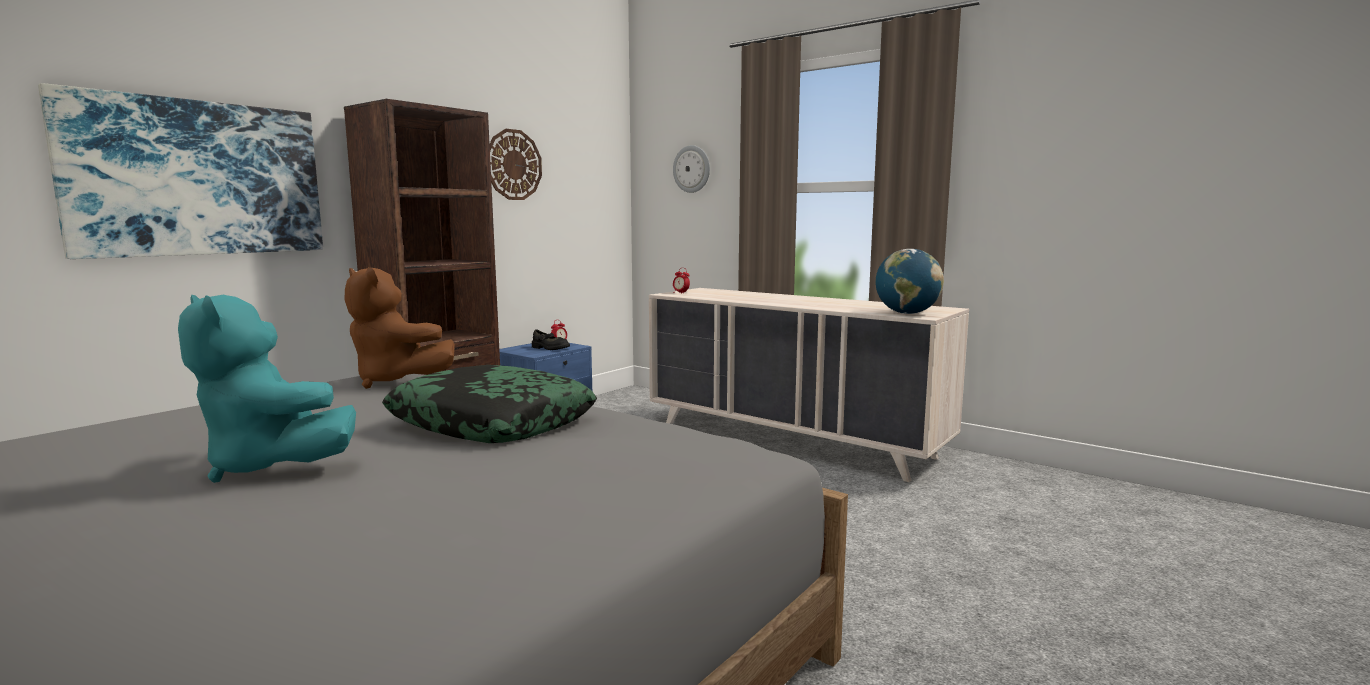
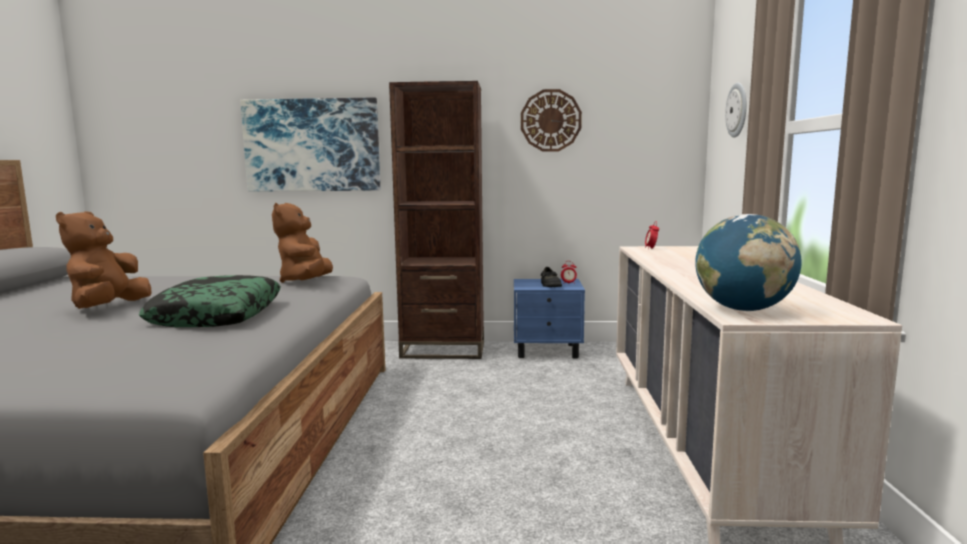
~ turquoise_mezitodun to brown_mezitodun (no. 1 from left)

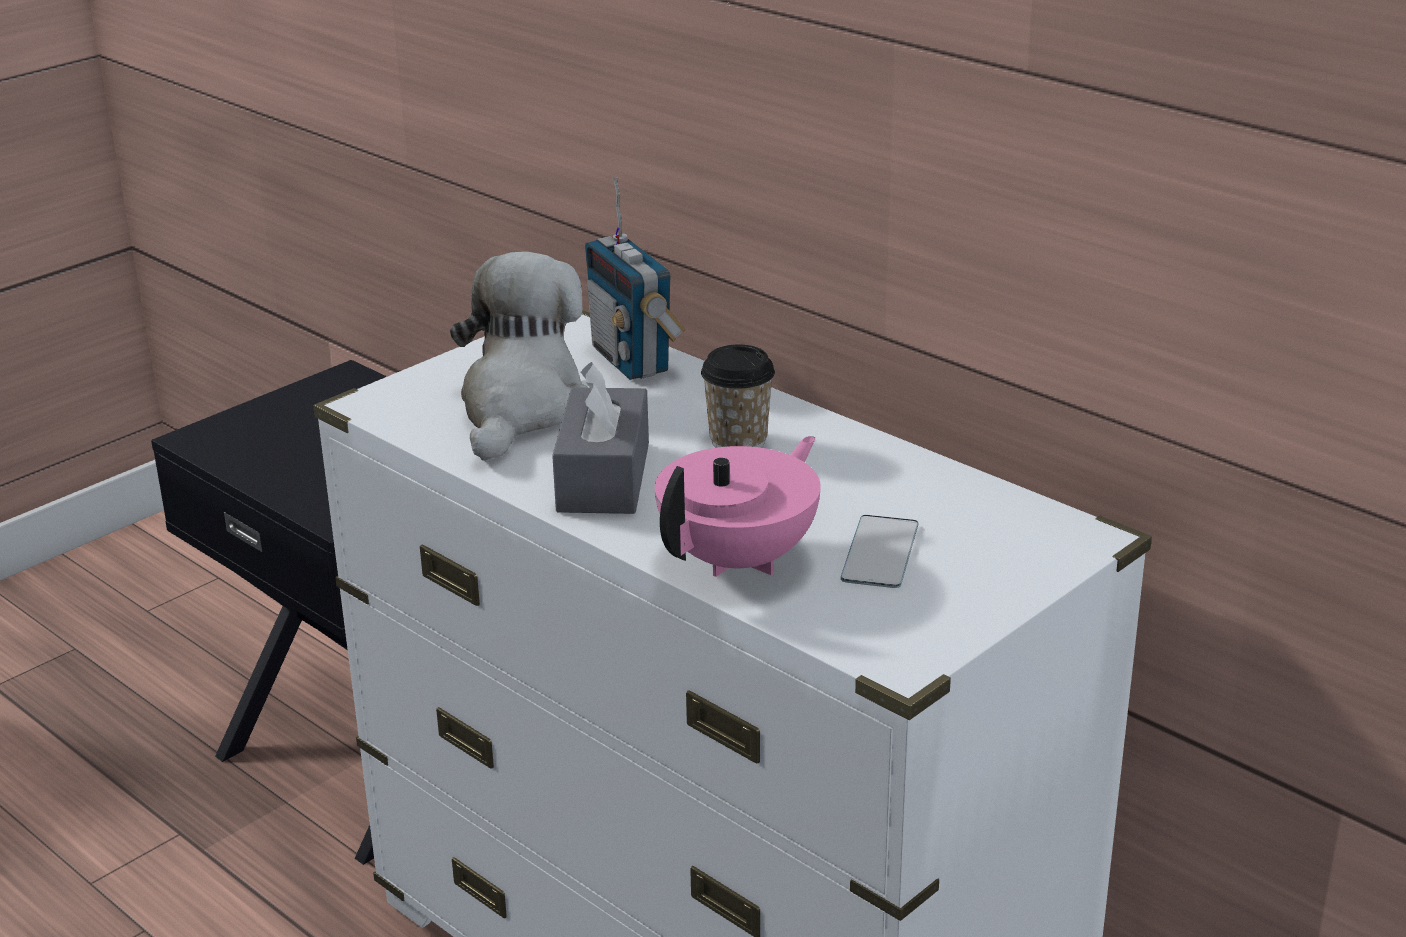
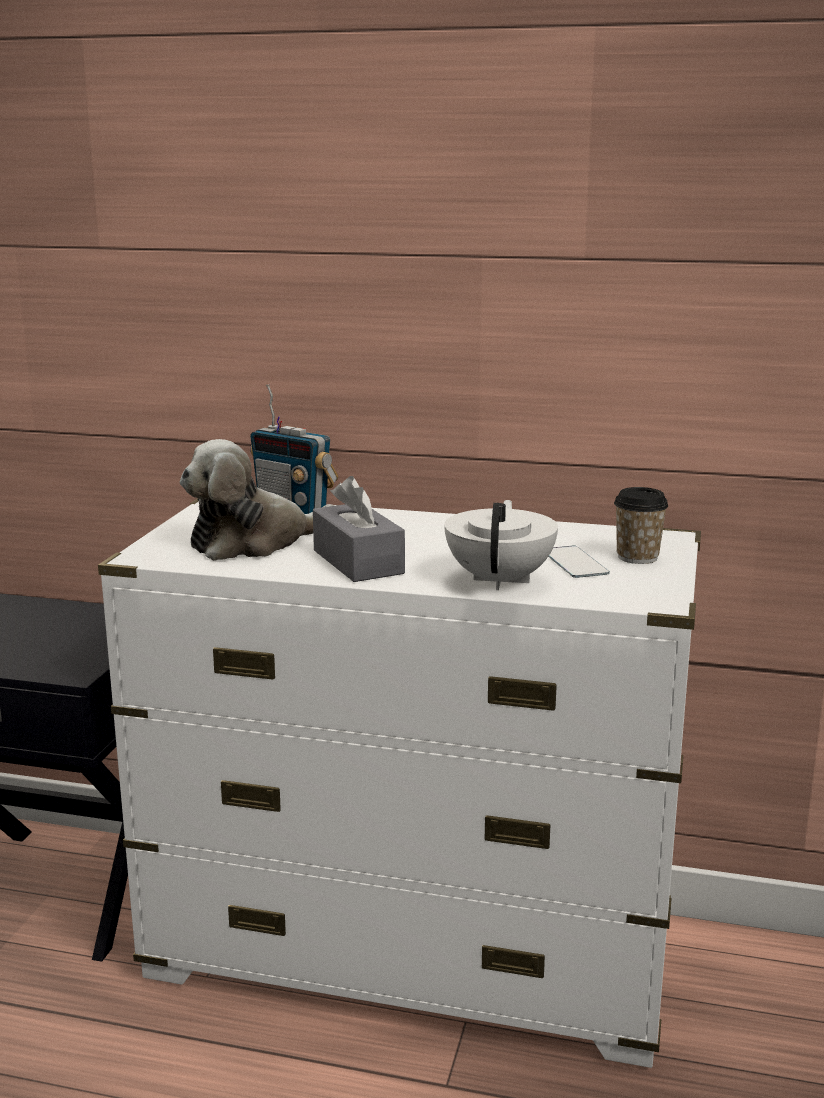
~ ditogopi
~ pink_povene to white_povene
~ mezitodun 105 degrees counterclockwise

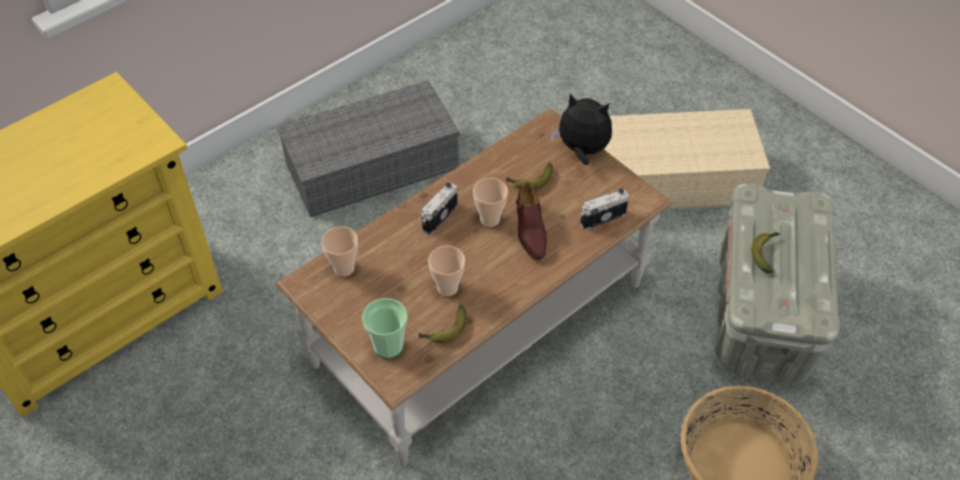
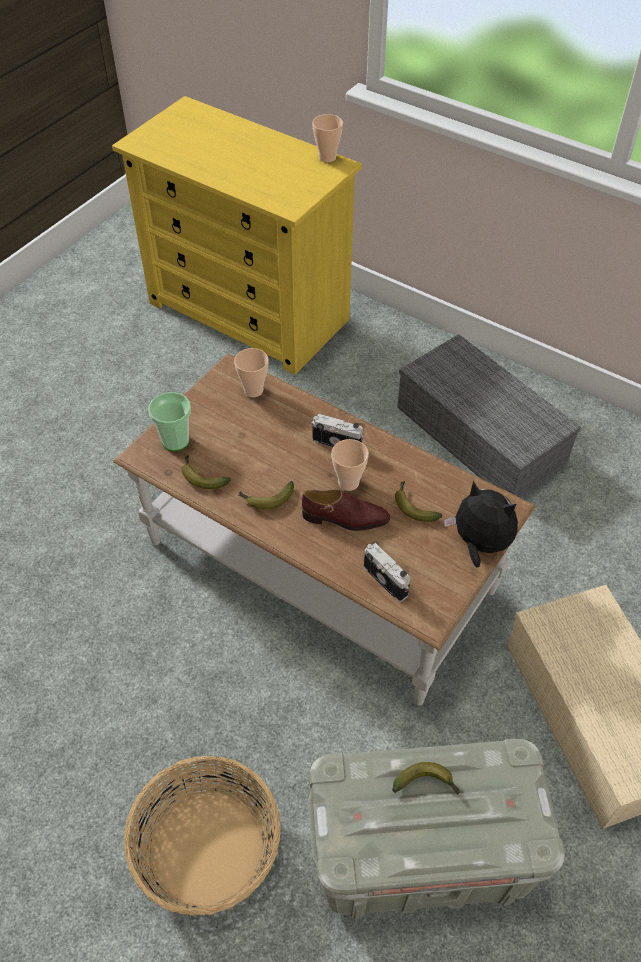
+ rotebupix (no. 2 from left)
~ ditogopi (no. 3 from left)
~ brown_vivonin 150 degrees counterclockwise
~ mezitodun 60 degrees counterclockwise

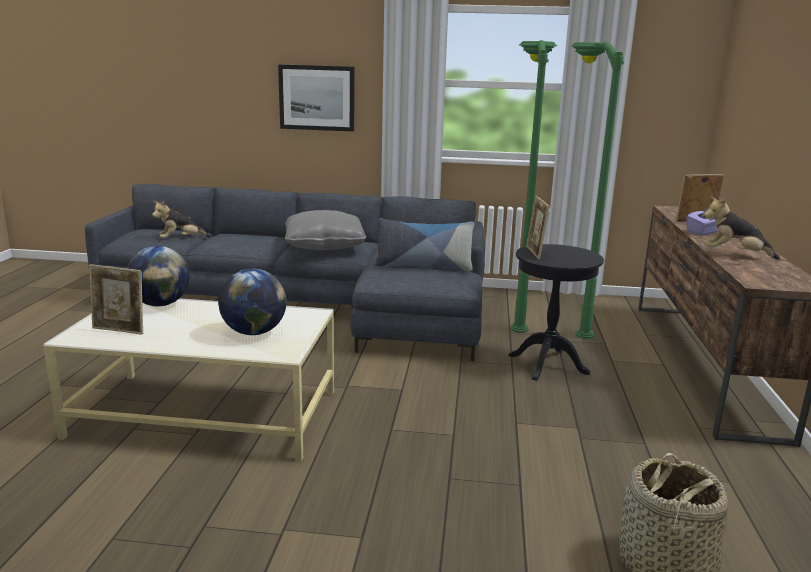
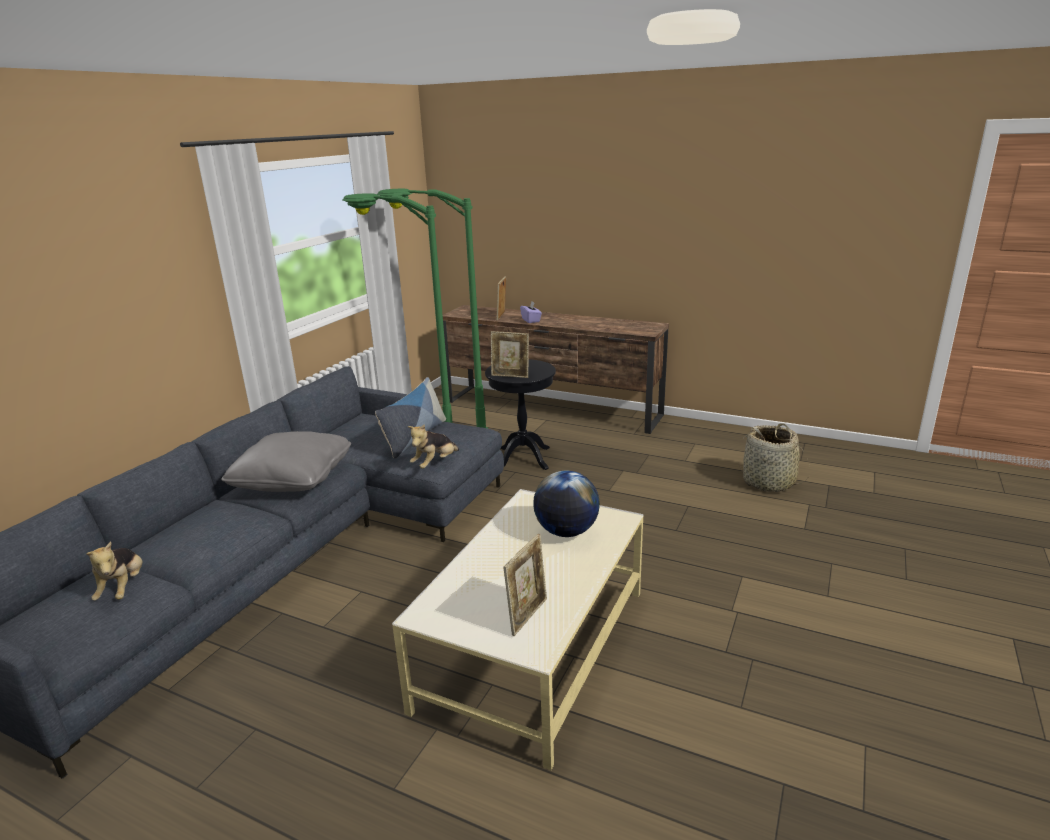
- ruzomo (no. 1 from left)
- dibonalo
~ mezitodun (no. 2 from left)

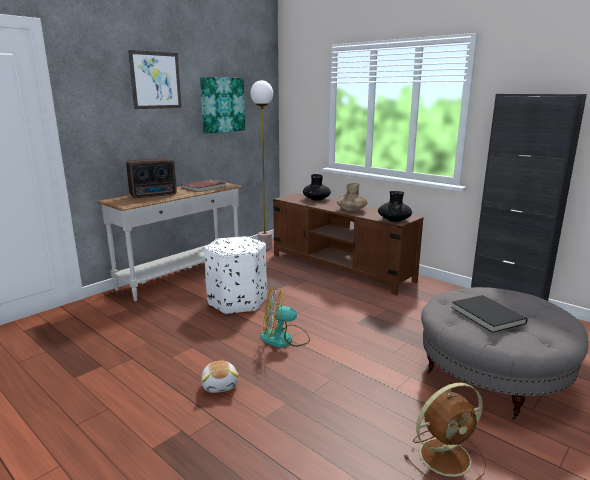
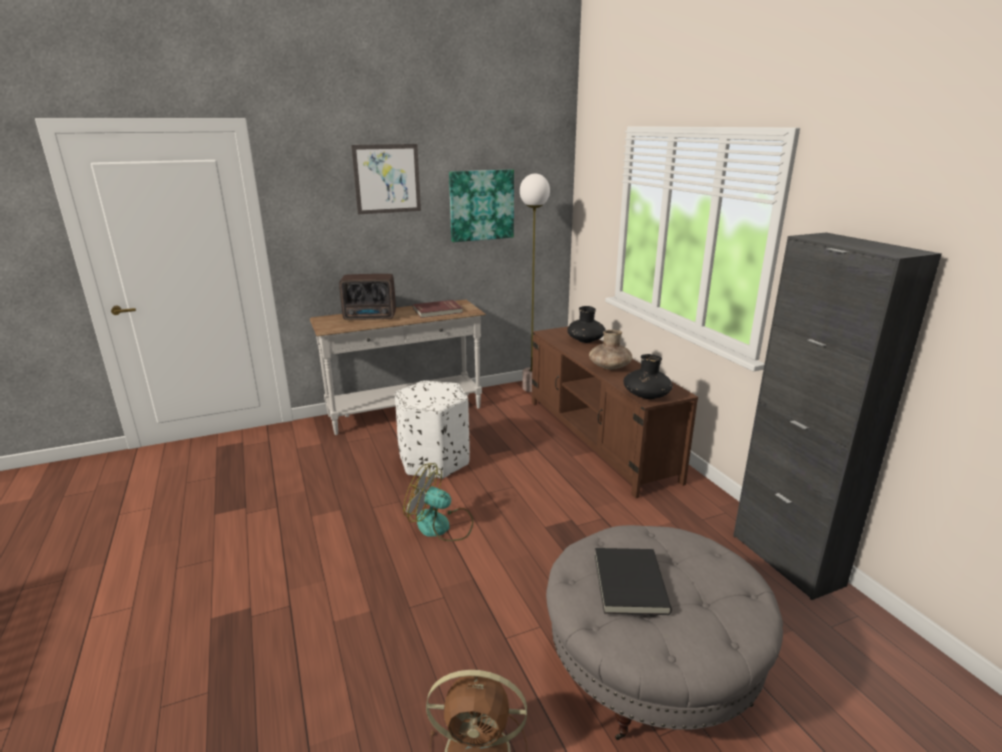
- mezitodun

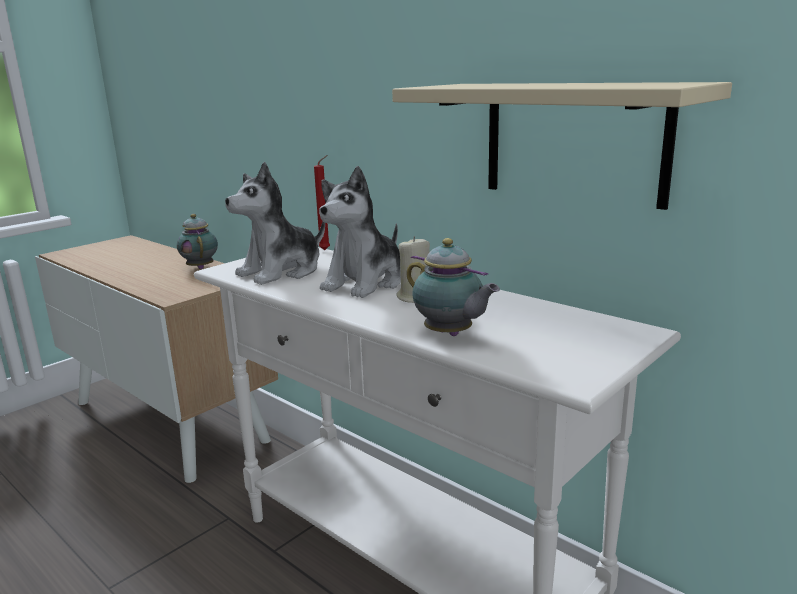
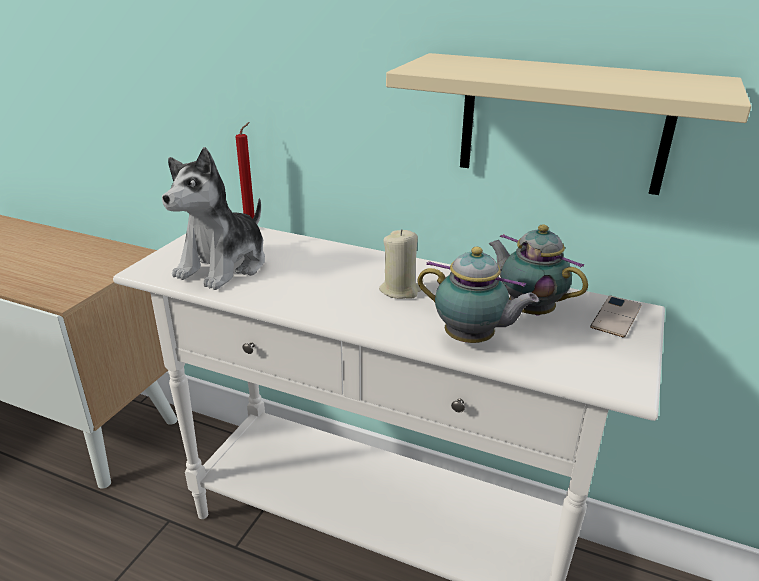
- mezitodun (no. 2 from left)
+ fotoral
~ povene (no. 1 from left in the first image) to povene (no. 2 from left)

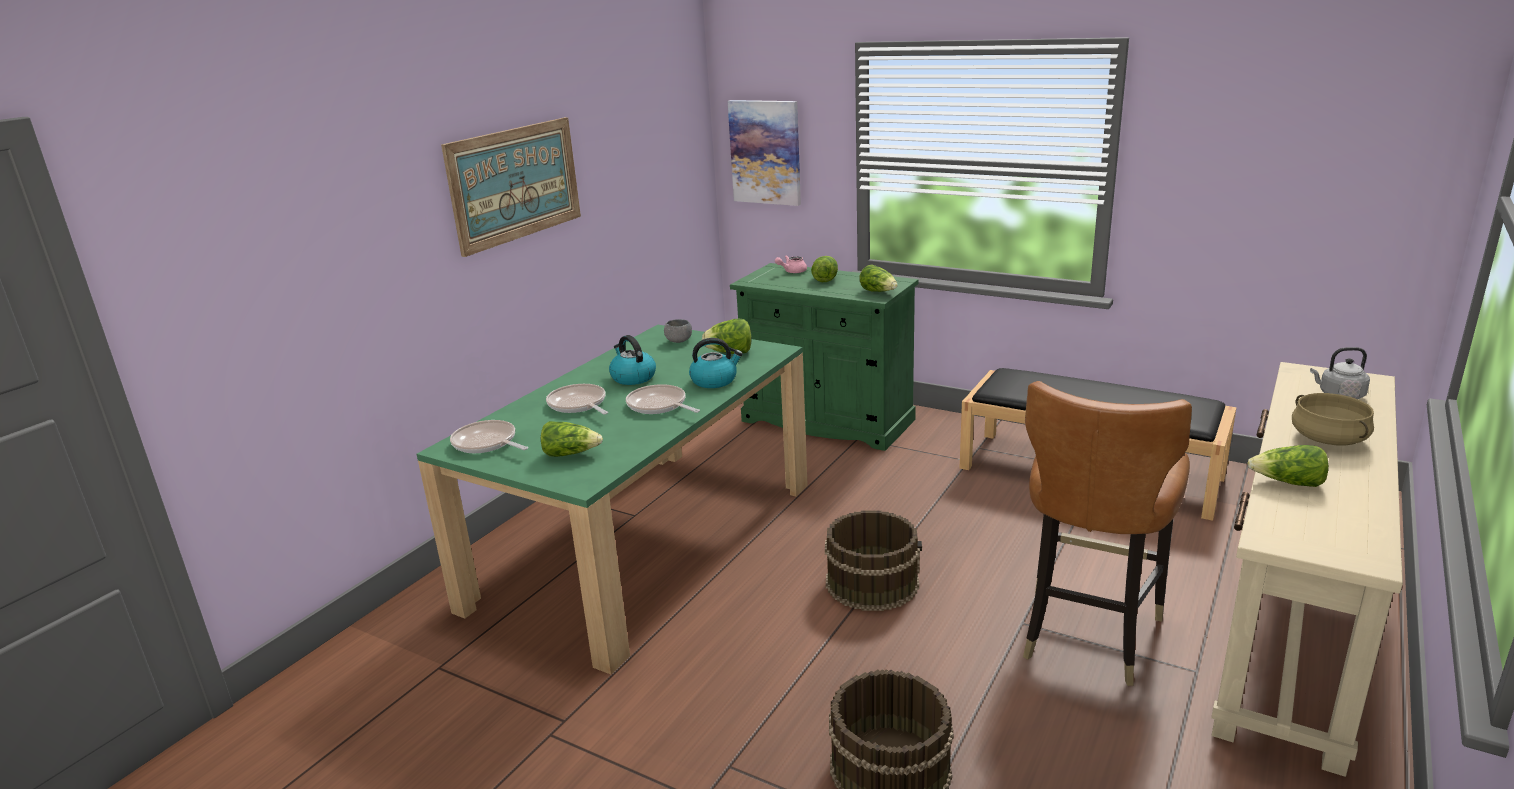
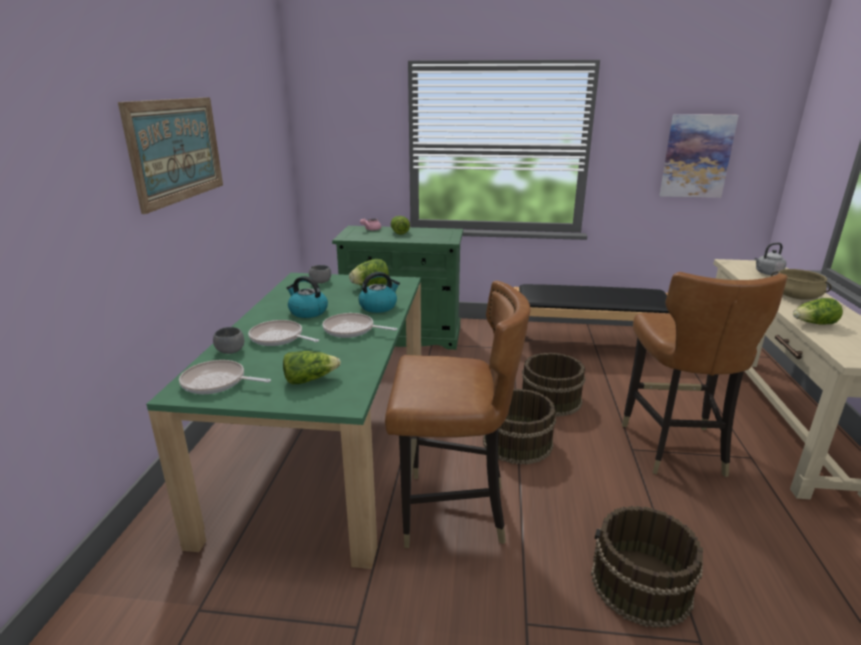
- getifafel (no. 4 from left)
+ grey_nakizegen (no. 1 from left)
+ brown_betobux (no. 1 from left)
+ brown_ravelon (no. 2 from left)
~ dibonalo (no. 2 from left)

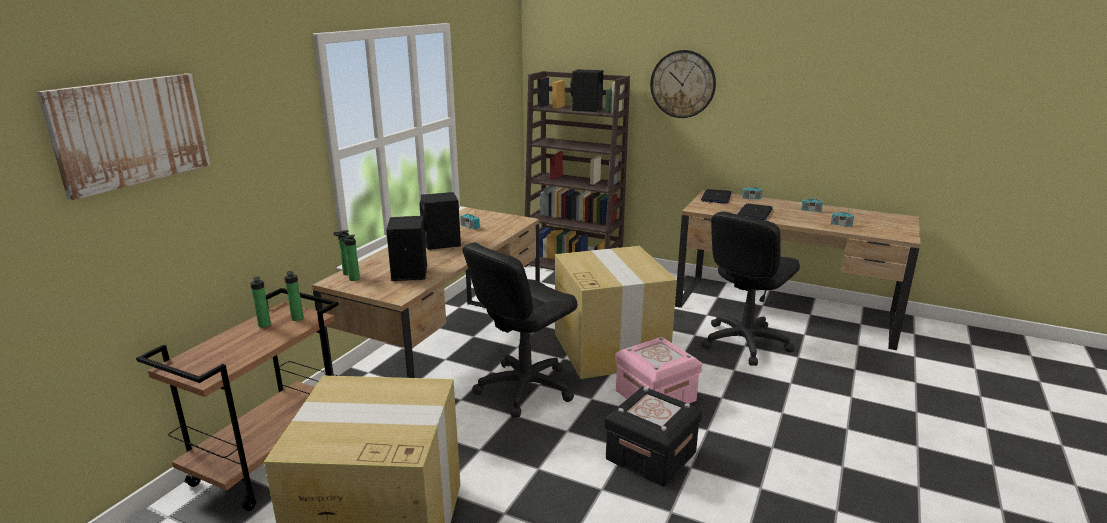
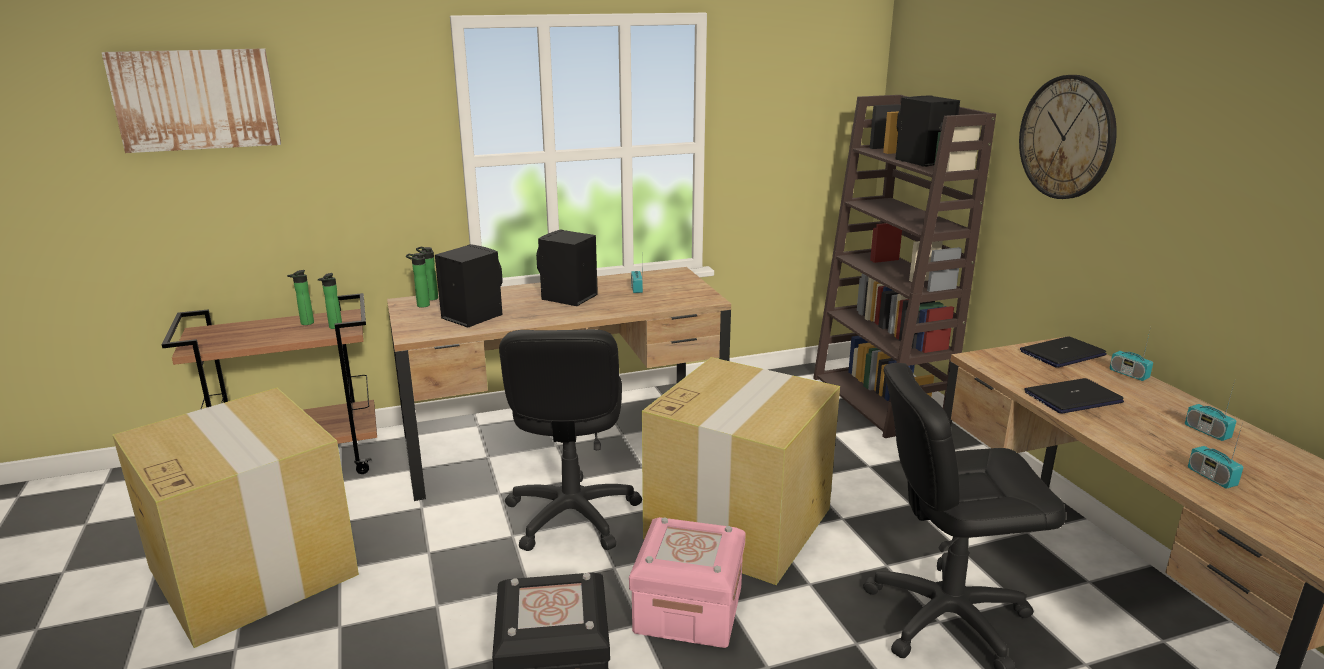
~ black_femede (no. 1 from left) 90 degrees counterclockwise

